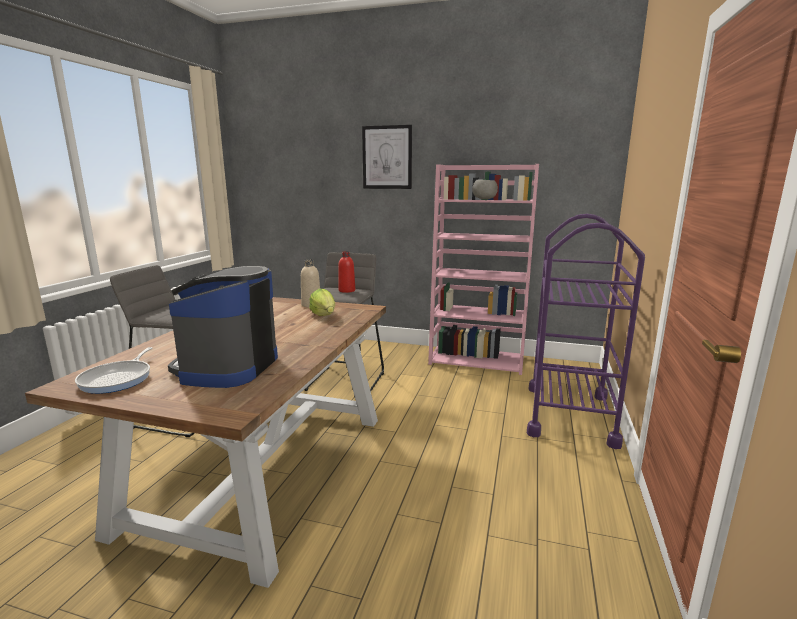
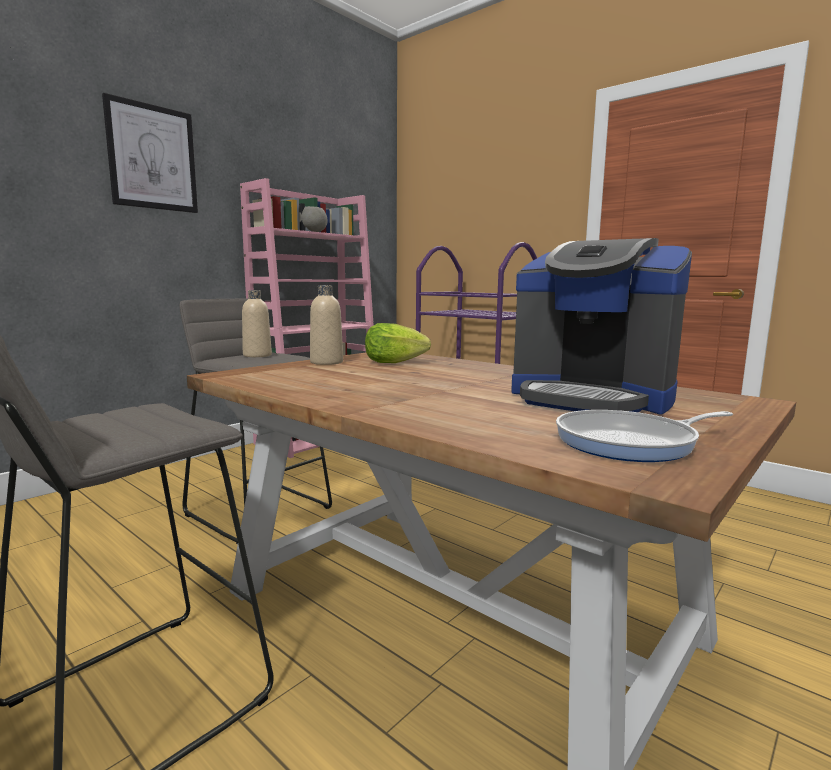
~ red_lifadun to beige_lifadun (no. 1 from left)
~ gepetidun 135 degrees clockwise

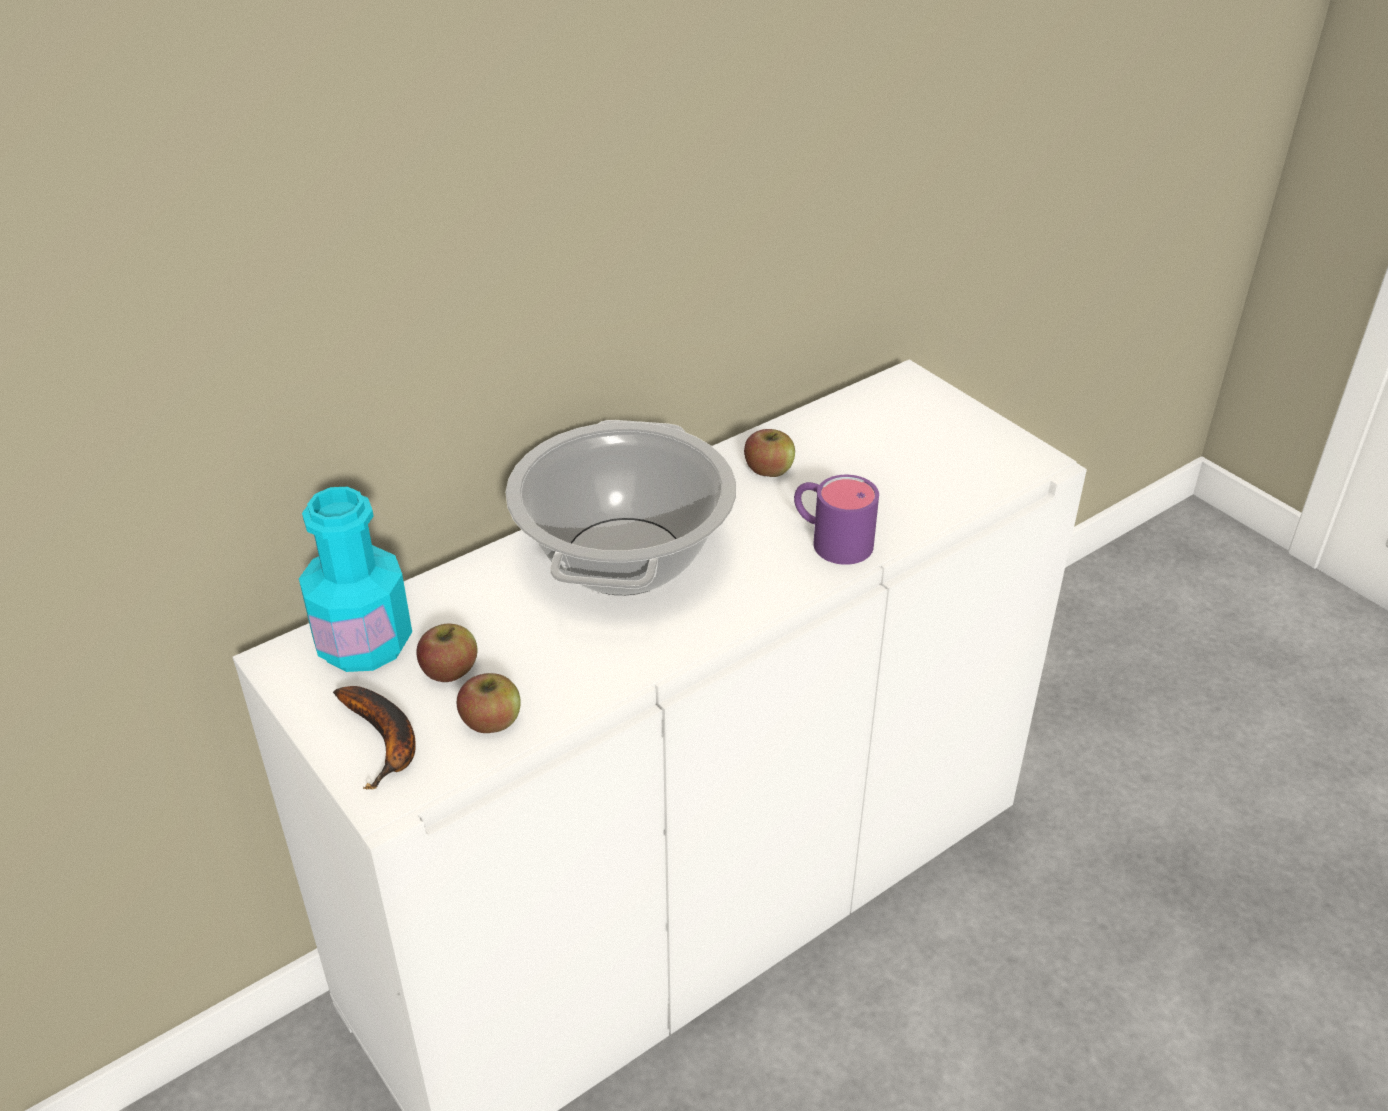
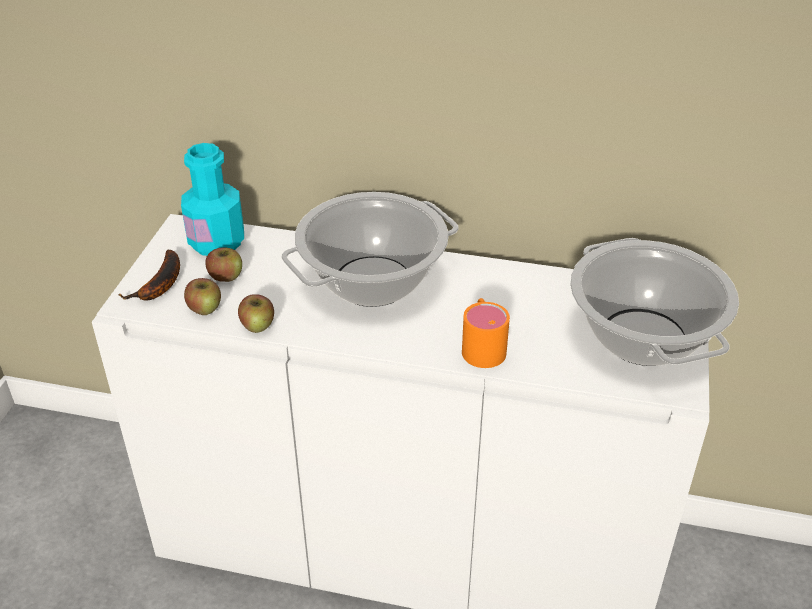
+ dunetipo (no. 2 from left)
~ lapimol (no. 3 from left)
~ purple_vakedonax to orange_vakedonax

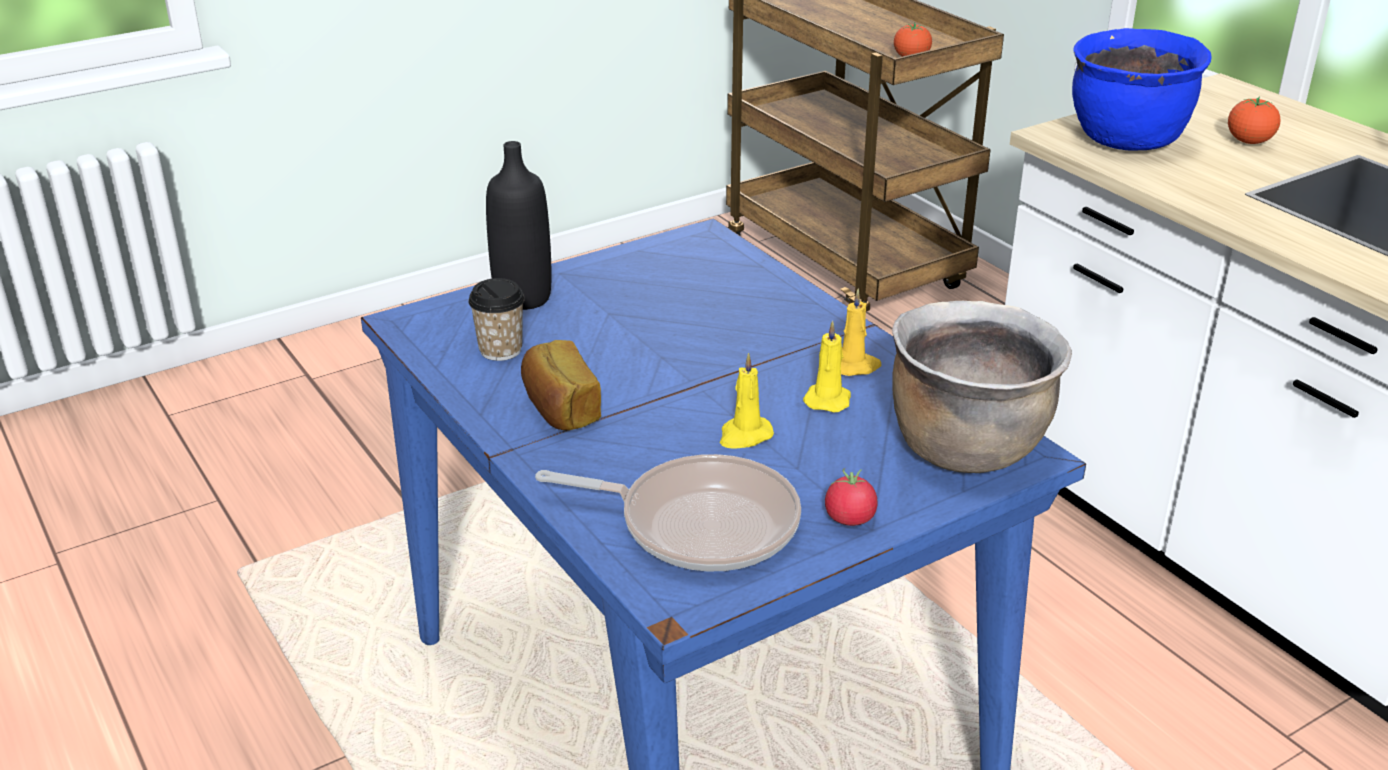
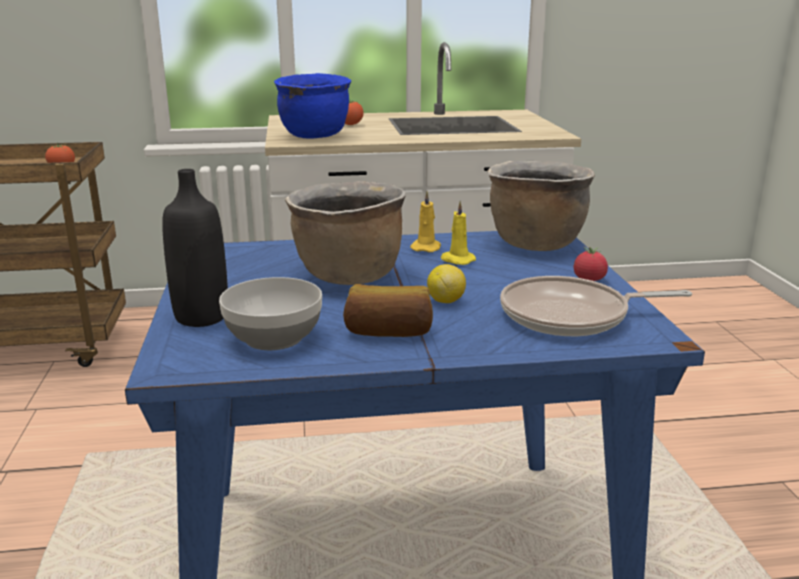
- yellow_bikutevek (no. 1 from left)
+ brown_dunetipo (no. 1 from left)
+ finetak
~ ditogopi to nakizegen
~ gepetidun 135 degrees counterclockwise

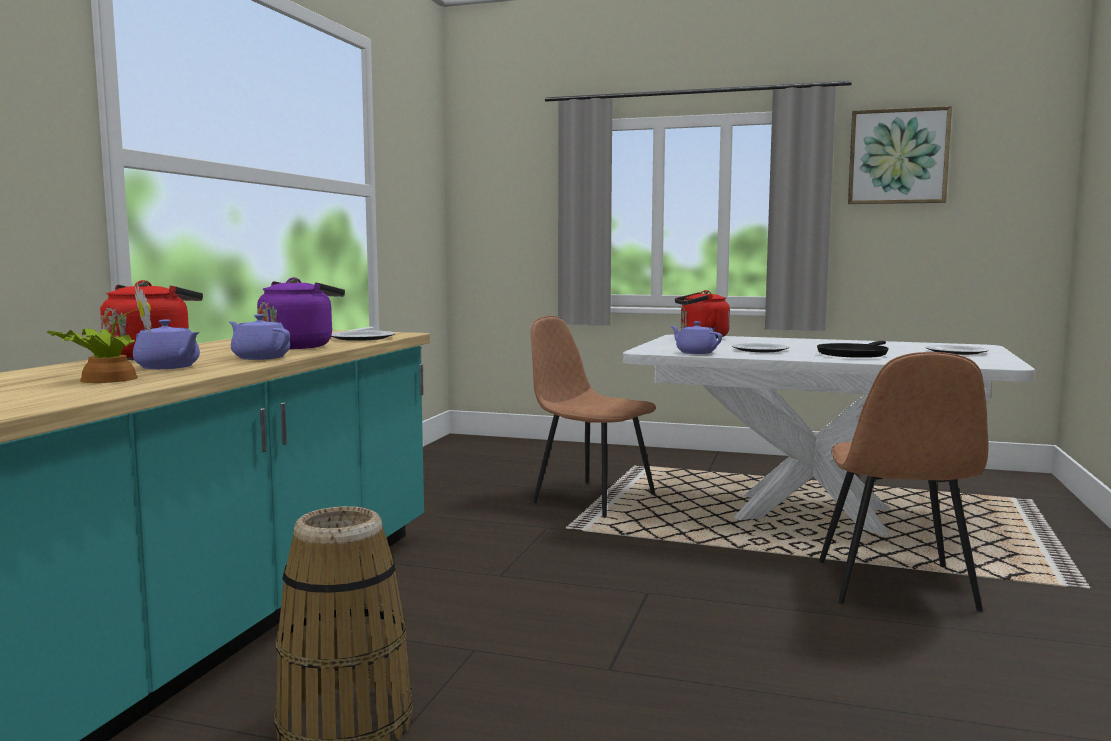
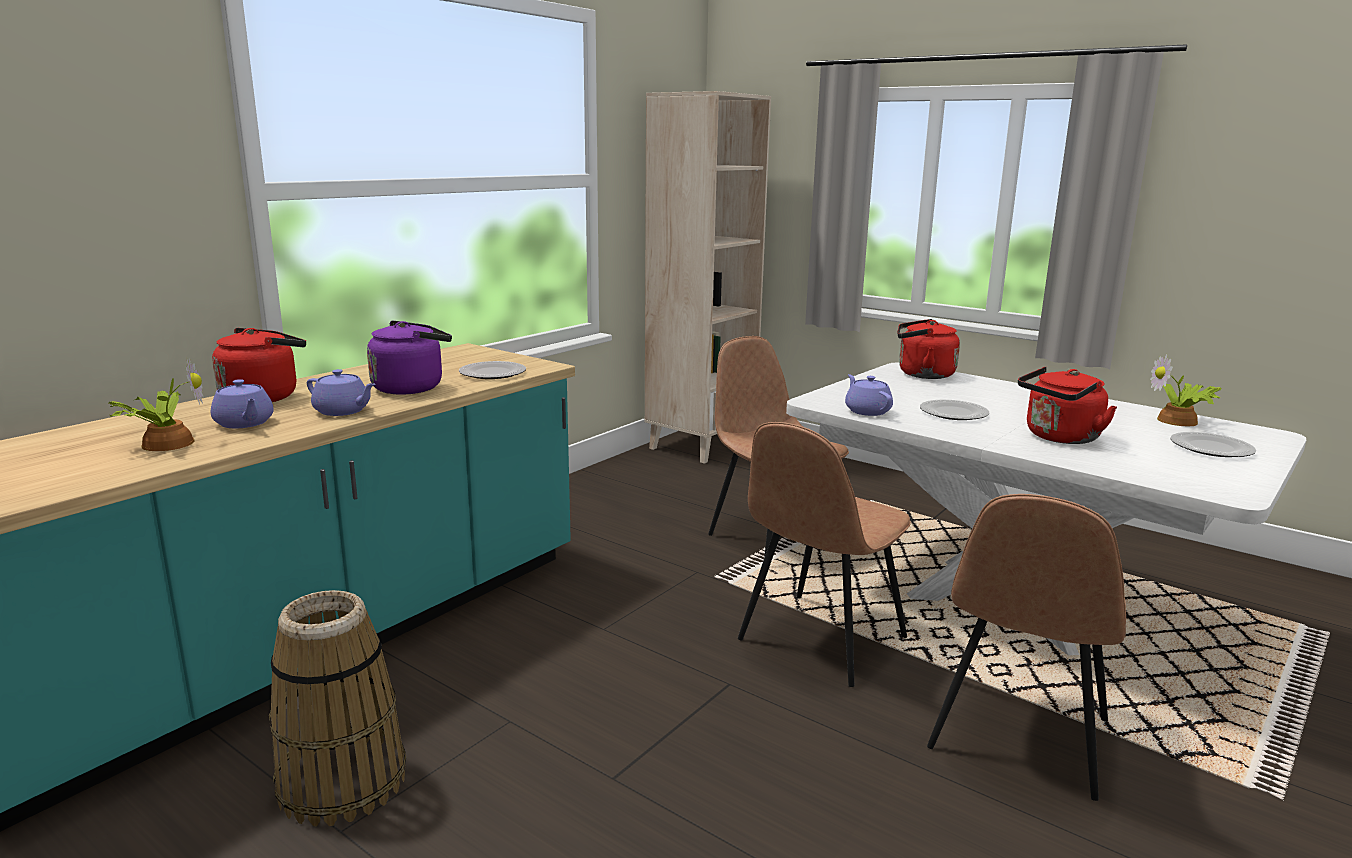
- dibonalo
+ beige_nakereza
+ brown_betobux (no. 2 from left)
+ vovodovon (no. 2 from left)
~ black_gepetidun to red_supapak (no. 3 from left)
~ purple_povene (no. 2 from left) 150 degrees clockwise

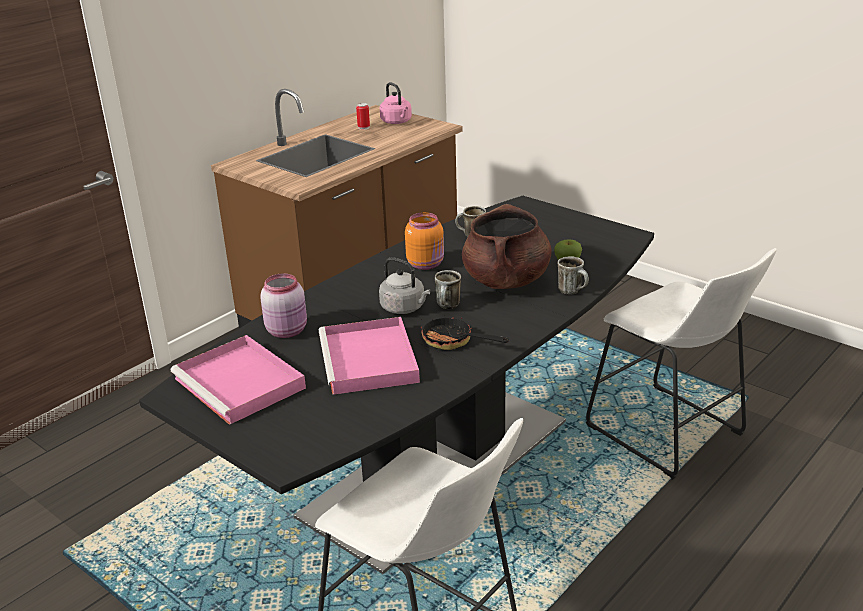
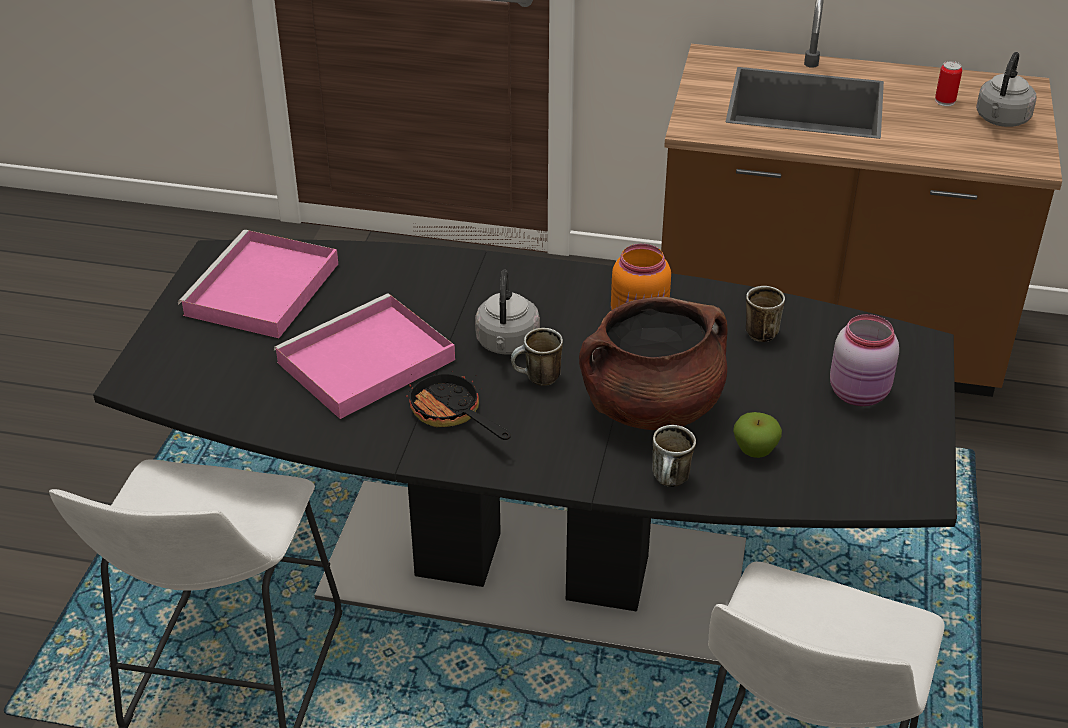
~ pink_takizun
~ pink_supapak to grey_supapak (no. 2 from left)
~ gepetidun 45 degrees counterclockwise

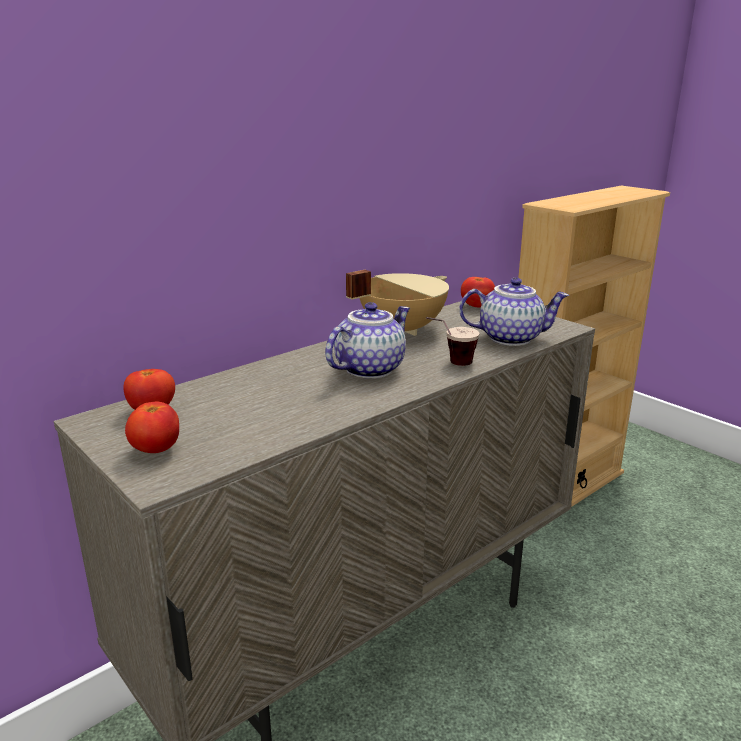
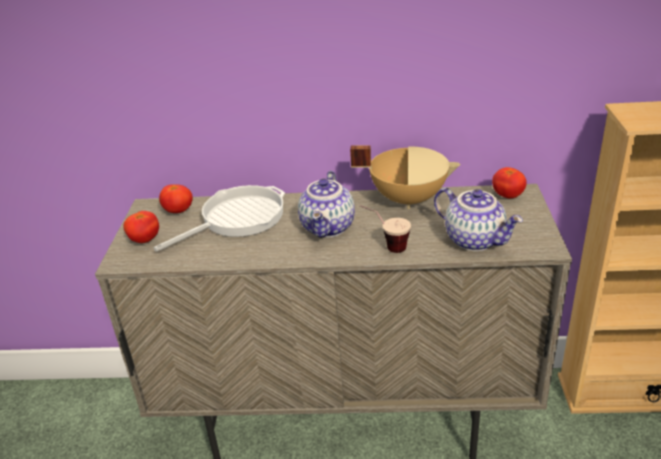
+ gepetidun
~ povene (no. 1 from left) 105 degrees clockwise

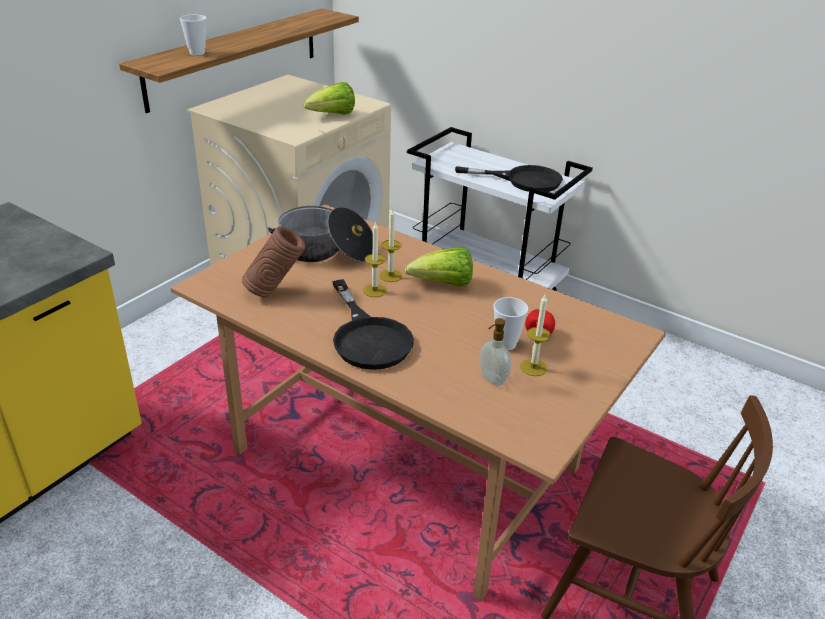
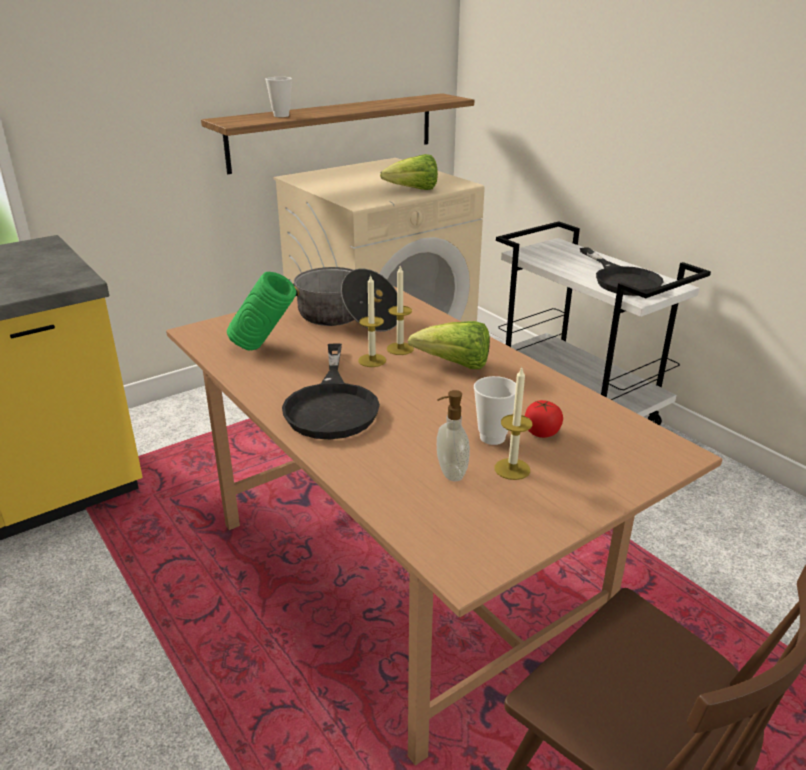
~ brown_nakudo to green_nakudo
~ black_gepetidun (no. 2 from left) 45 degrees clockwise

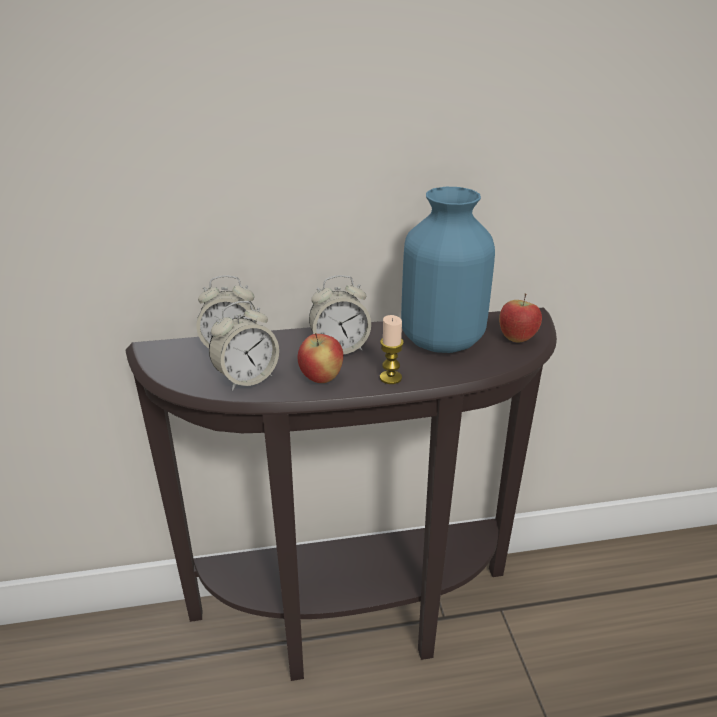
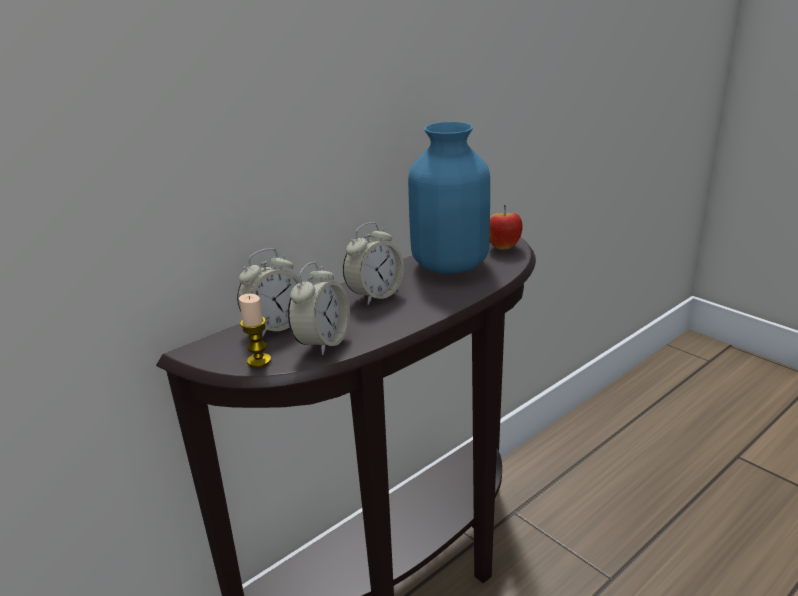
- lapimol (no. 1 from left)
~ bikutevek

